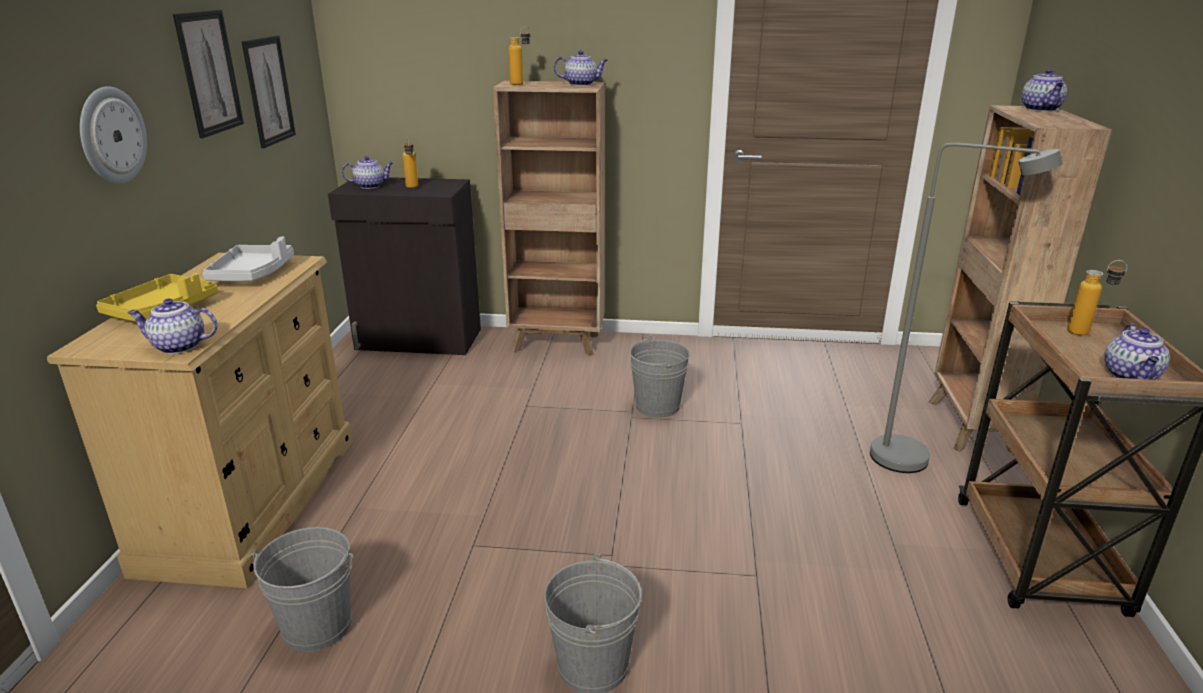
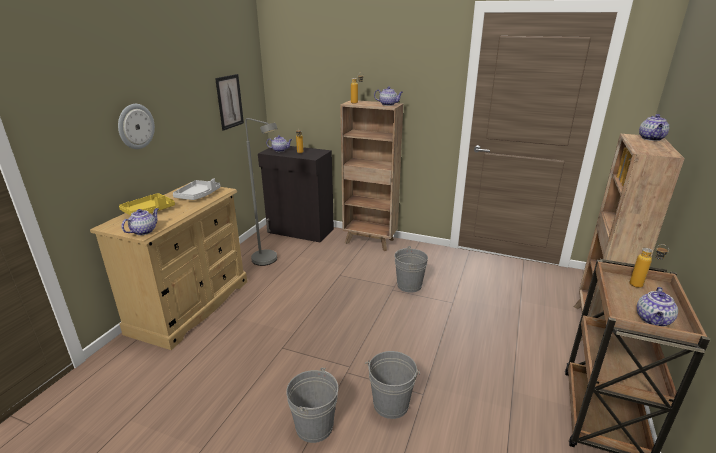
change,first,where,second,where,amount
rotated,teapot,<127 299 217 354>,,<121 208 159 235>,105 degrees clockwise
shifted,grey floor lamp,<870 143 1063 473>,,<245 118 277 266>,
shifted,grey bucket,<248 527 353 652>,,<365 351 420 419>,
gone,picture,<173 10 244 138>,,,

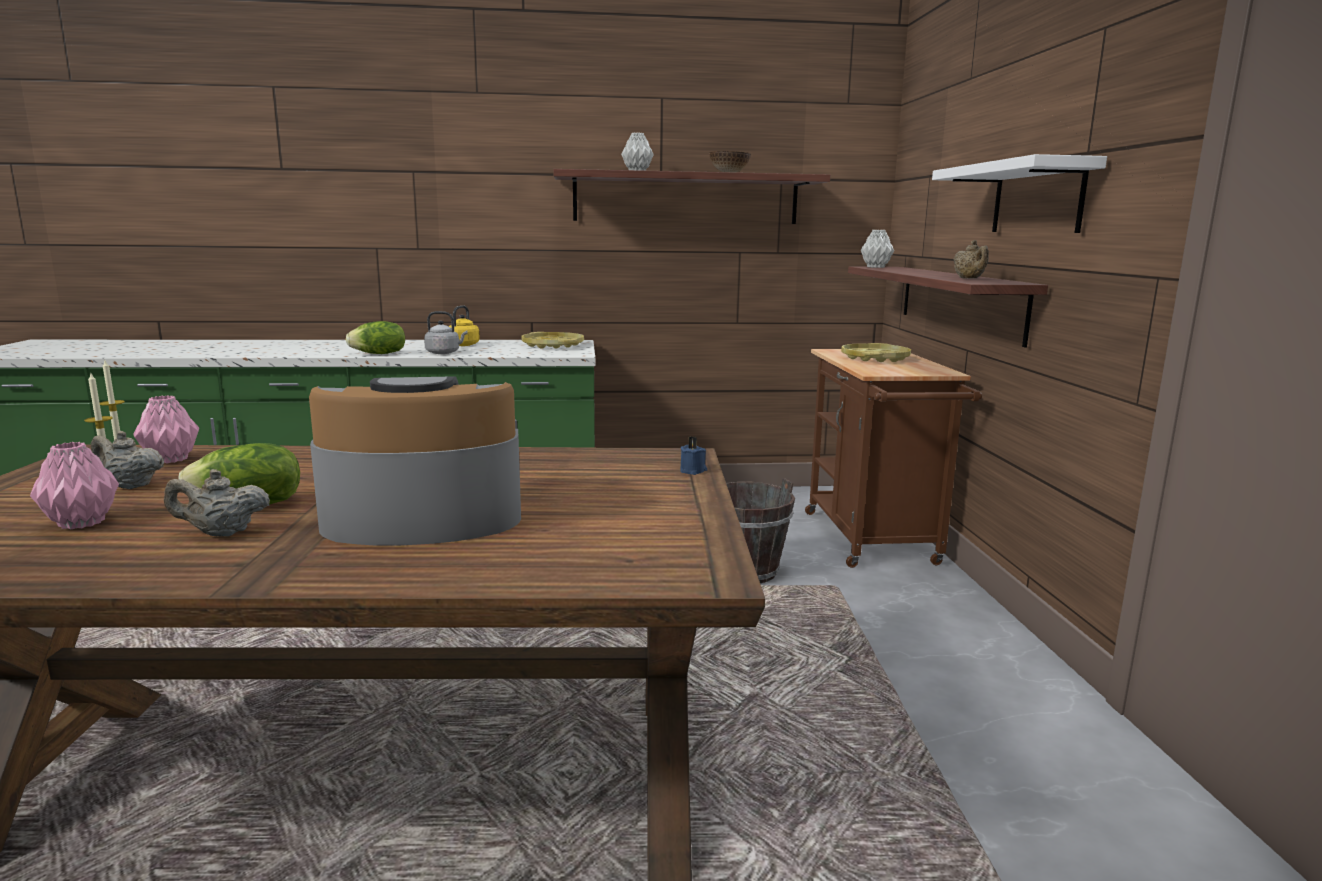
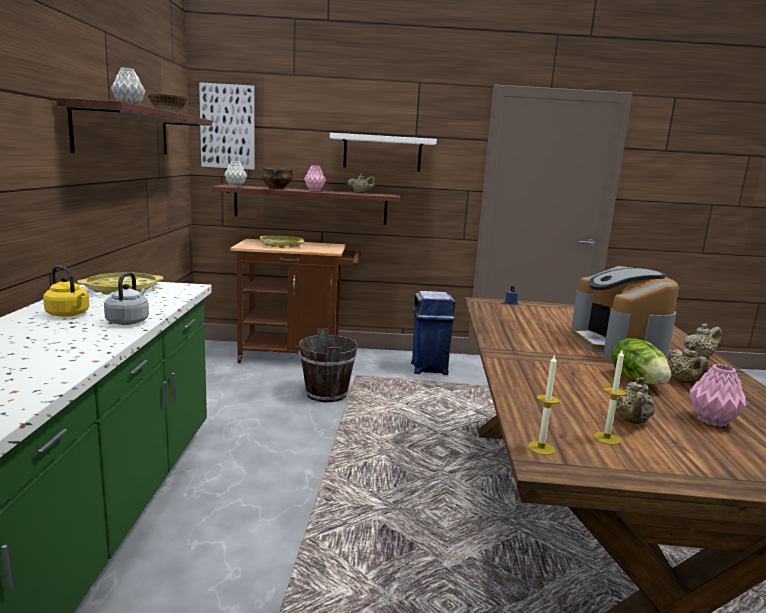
change,first,where,second,where,amount
new,,,picture,<199 82 255 170>,
new,,,bowl,<262 167 293 189>,
shifted,pink vase,<133 395 199 464>,,<304 165 326 191>,
new,,,blue trash can,<411 291 455 375>,
new,,,beige teapot,<684 324 722 357>,
gone,lettuce,<346 321 405 354>,,,

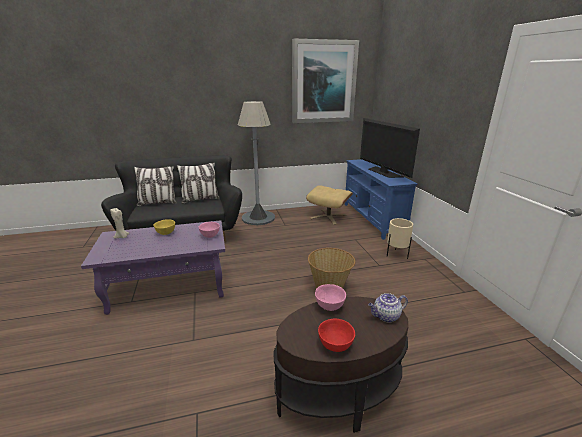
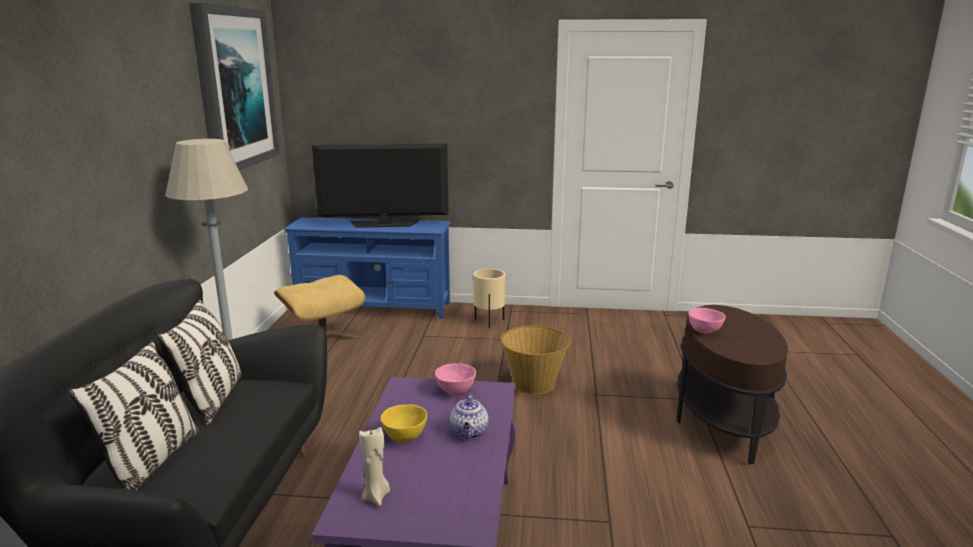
change,first,where,second,where,amount
shifted,teapot,<368 293 408 323>,,<450 393 488 439>,
gone,red bowl,<318 319 355 352>,,,

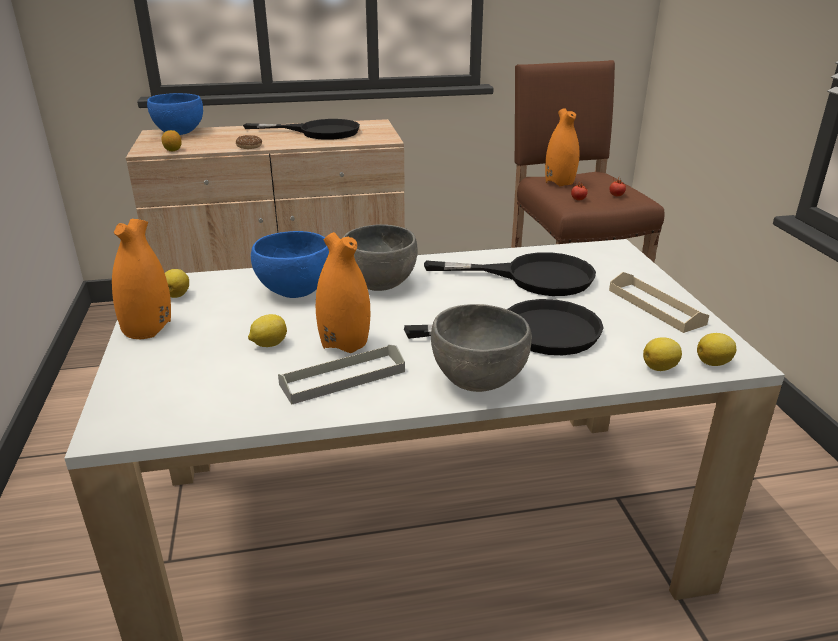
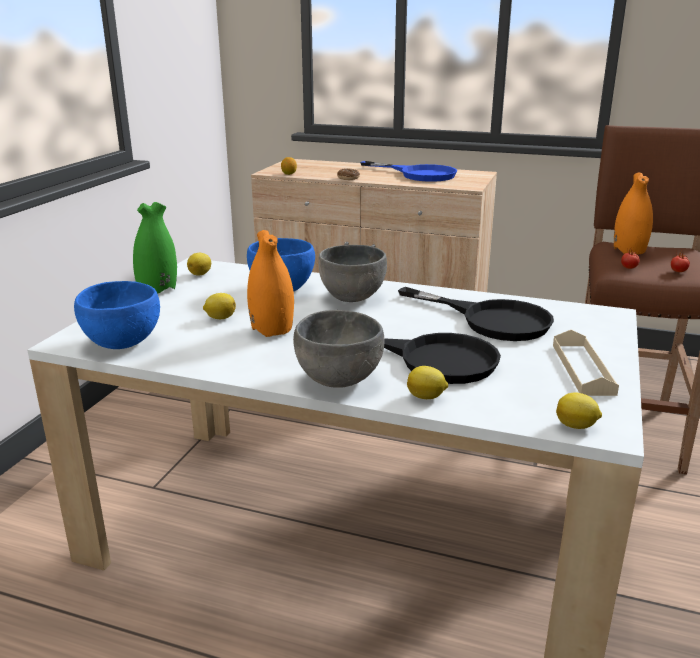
change,first,where,second,where,amount
shifted,blue bowl,<147 93 203 135>,,<74 281 160 349>,
repainted,orange vase,<112 219 171 339>,green vase,<133 202 177 294>,
repainted,black frying pan,<243 119 360 140>,blue frying pan,<360 161 457 182>,
shifted,lemon,<643 337 682 371>,,<407 366 448 399>,
gone,grey tray,<278 345 405 405>,,,

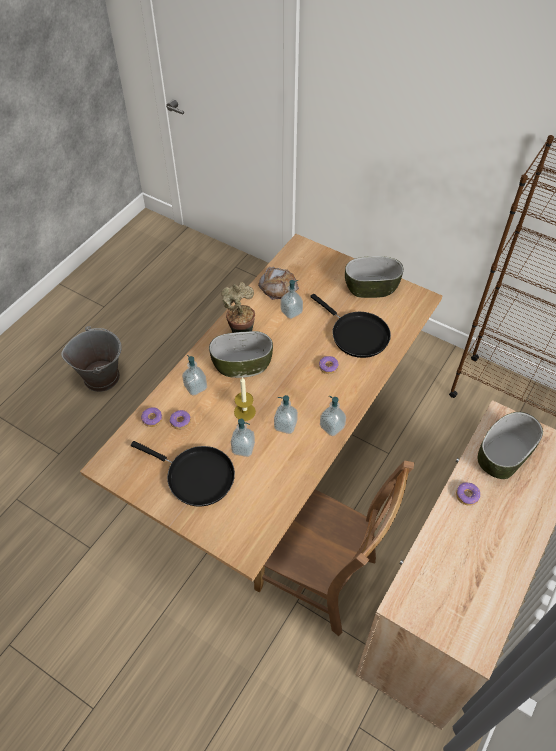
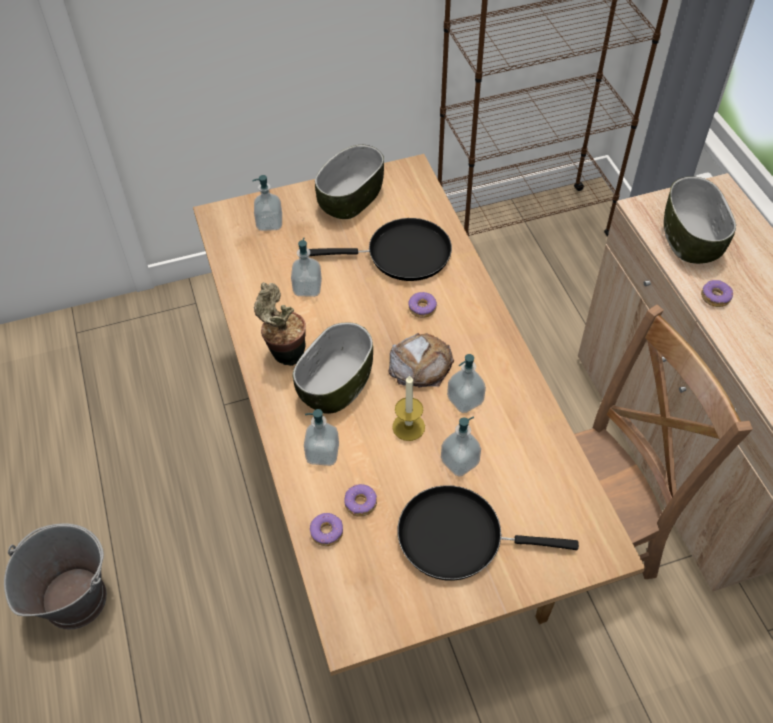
change,first,where,second,where,amount
shifted,soap dispenser,<320 396 346 436>,,<252 175 282 231>,
shifted,bread,<258 267 299 300>,,<389 333 454 387>,
rotated,black frying pan,<131 441 235 507>,,<397 485 579 581>,150 degrees counterclockwise

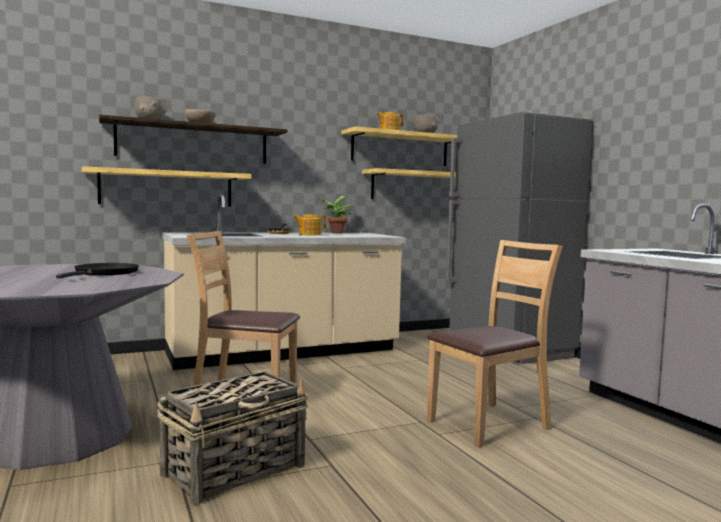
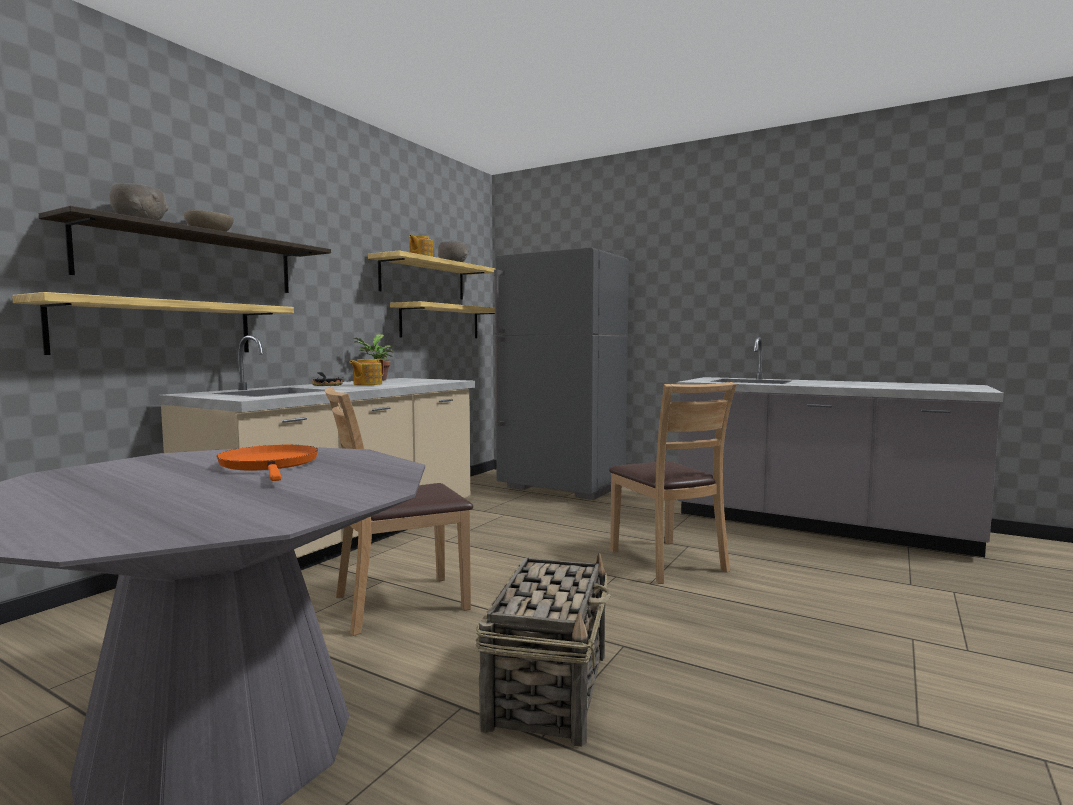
change,first,where,second,where,amount
repainted,black frying pan,<56 263 139 278>,orange frying pan,<216 445 318 481>,
rotated,brown chair,<427 240 563 447>,,<609 382 737 584>,135 degrees clockwise

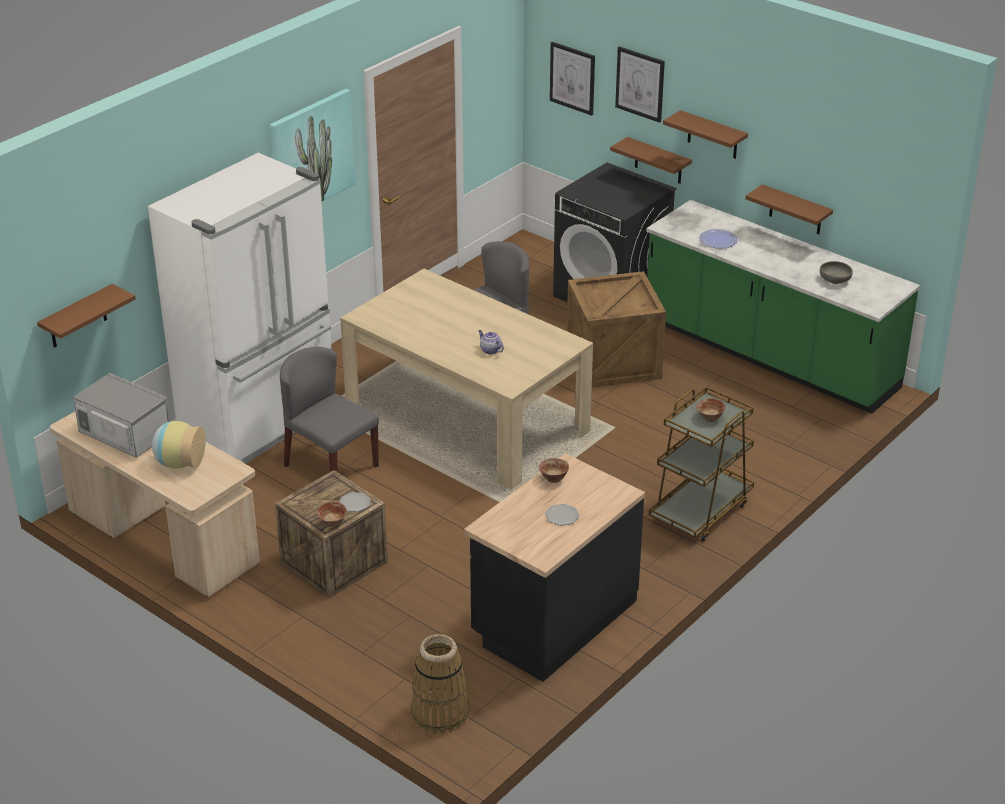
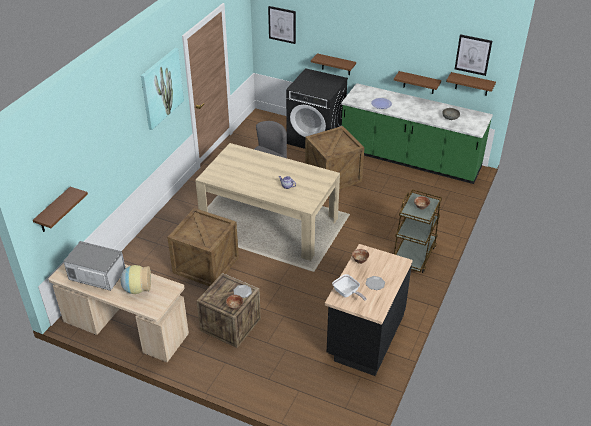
change,first,where,second,where,amount
swapped,grey chair,<280 347 379 472>,crate,<167 208 239 287>,
new,,,frying pan,<332 274 367 301>,
shifted,brown shelf,<663 110 748 159>,,<446 72 496 96>,
shifted,picture,<615 46 665 123>,,<455 34 492 76>,
gone,white fridge,<148 153 332 464>,,,
gone,basket,<411 634 469 734>,,,

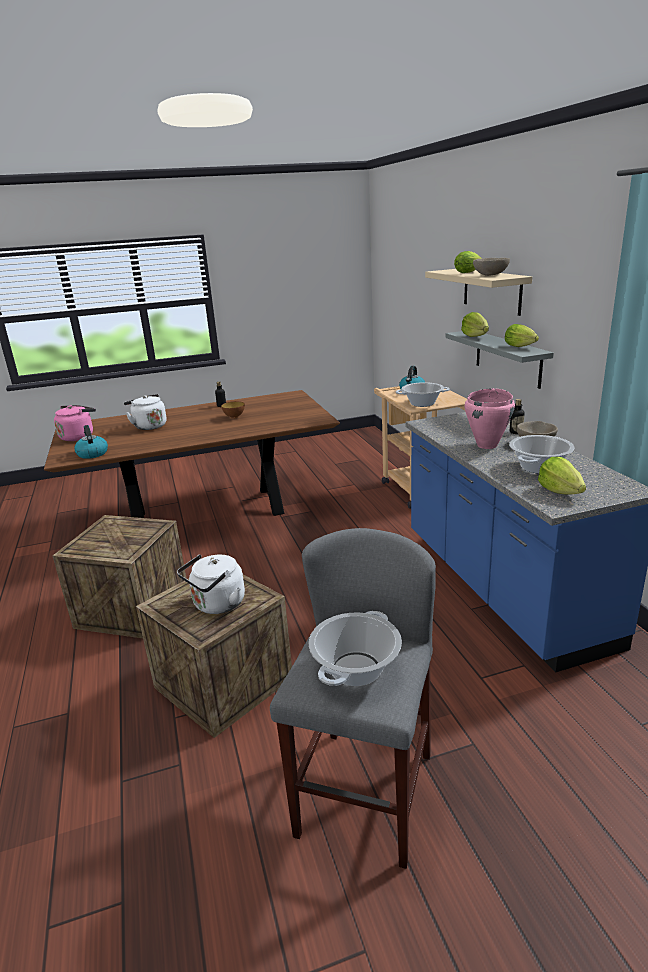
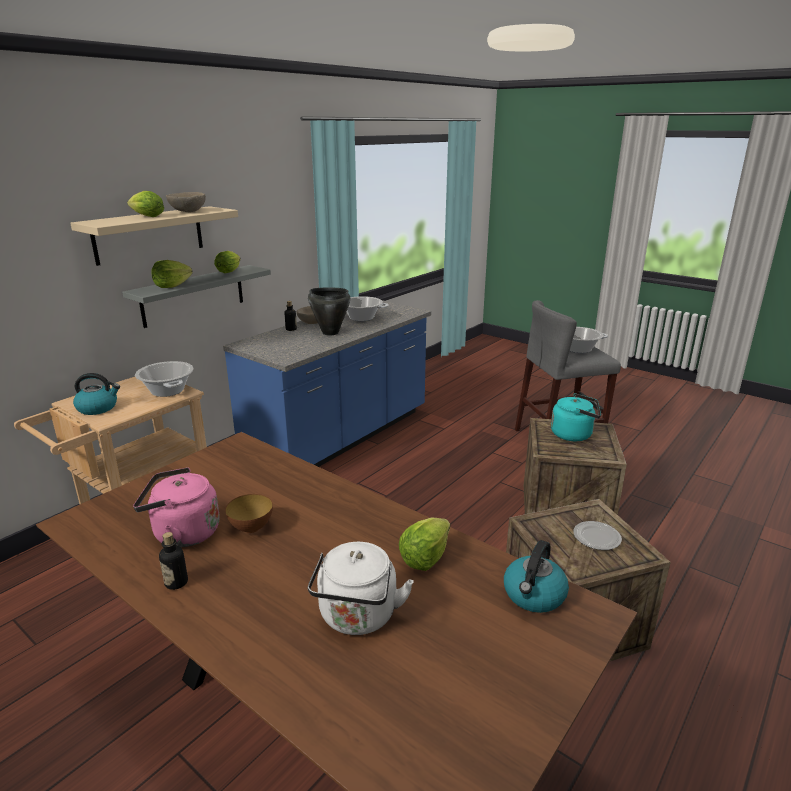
change,first,where,second,where,amount
shifted,pink kettle,<54 405 96 441>,,<133 467 220 547>,
repainted,pink cooking pot,<465 388 515 449>,black cooking pot,<308 288 351 335>,
shifted,lettuce,<538 457 586 495>,,<399 517 450 571>,
repainted,white kettle,<177 554 245 614>,turquoise kettle,<551 393 601 441>,
new,,,plate,<573 521 622 550>,

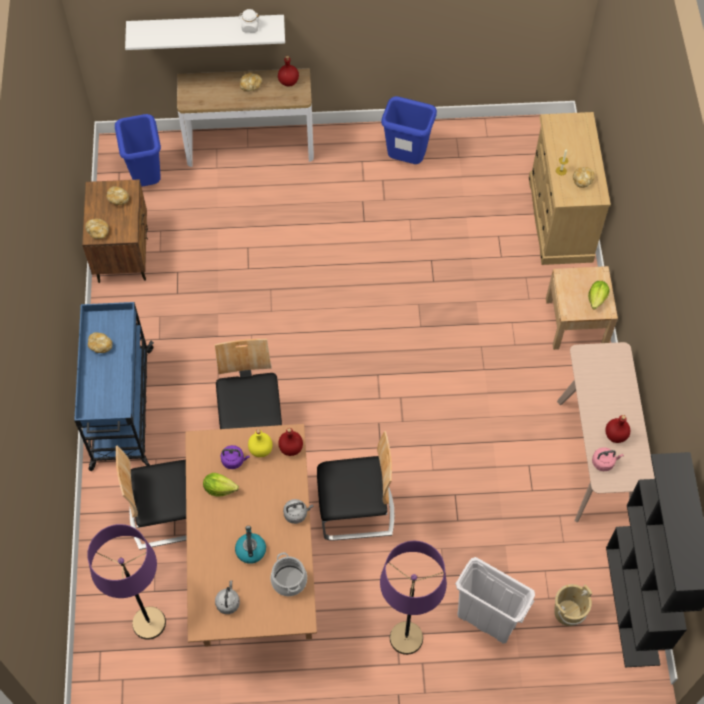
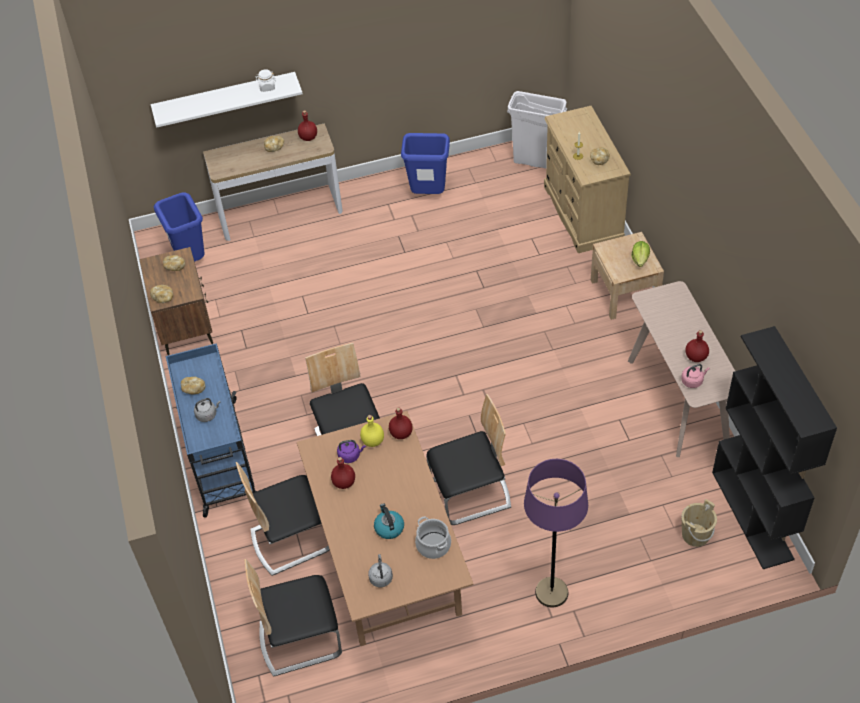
change,first,where,second,where,amount
shifted,grey kettle,<283 499 314 524>,,<194 398 220 422>,
swapped,purple floor lamp,<87 524 166 640>,chair,<245 559 342 677>,
swapped,lettuce,<203 473 239 497>,red bottle,<331 457 355 489>,
shifted,white trash can,<455 557 535 644>,,<507 91 567 168>,

